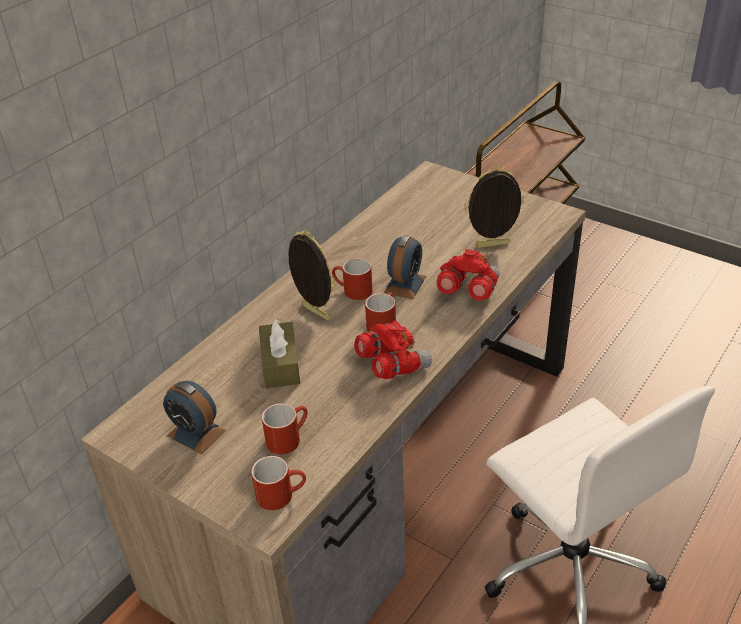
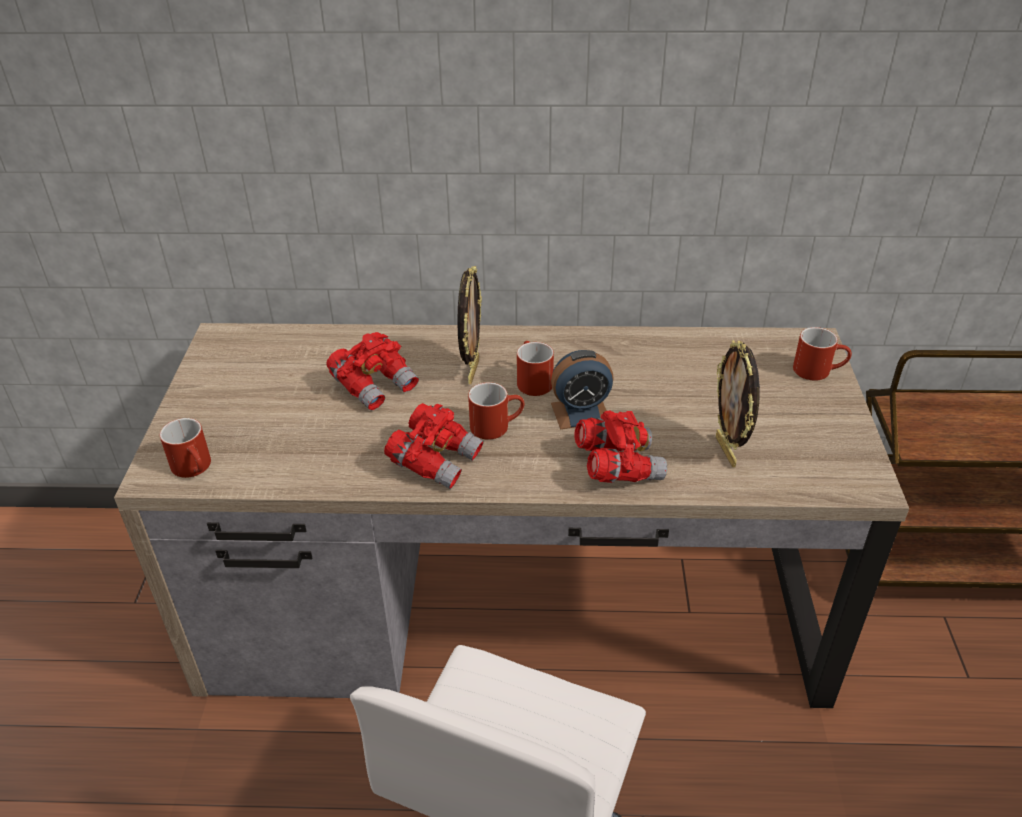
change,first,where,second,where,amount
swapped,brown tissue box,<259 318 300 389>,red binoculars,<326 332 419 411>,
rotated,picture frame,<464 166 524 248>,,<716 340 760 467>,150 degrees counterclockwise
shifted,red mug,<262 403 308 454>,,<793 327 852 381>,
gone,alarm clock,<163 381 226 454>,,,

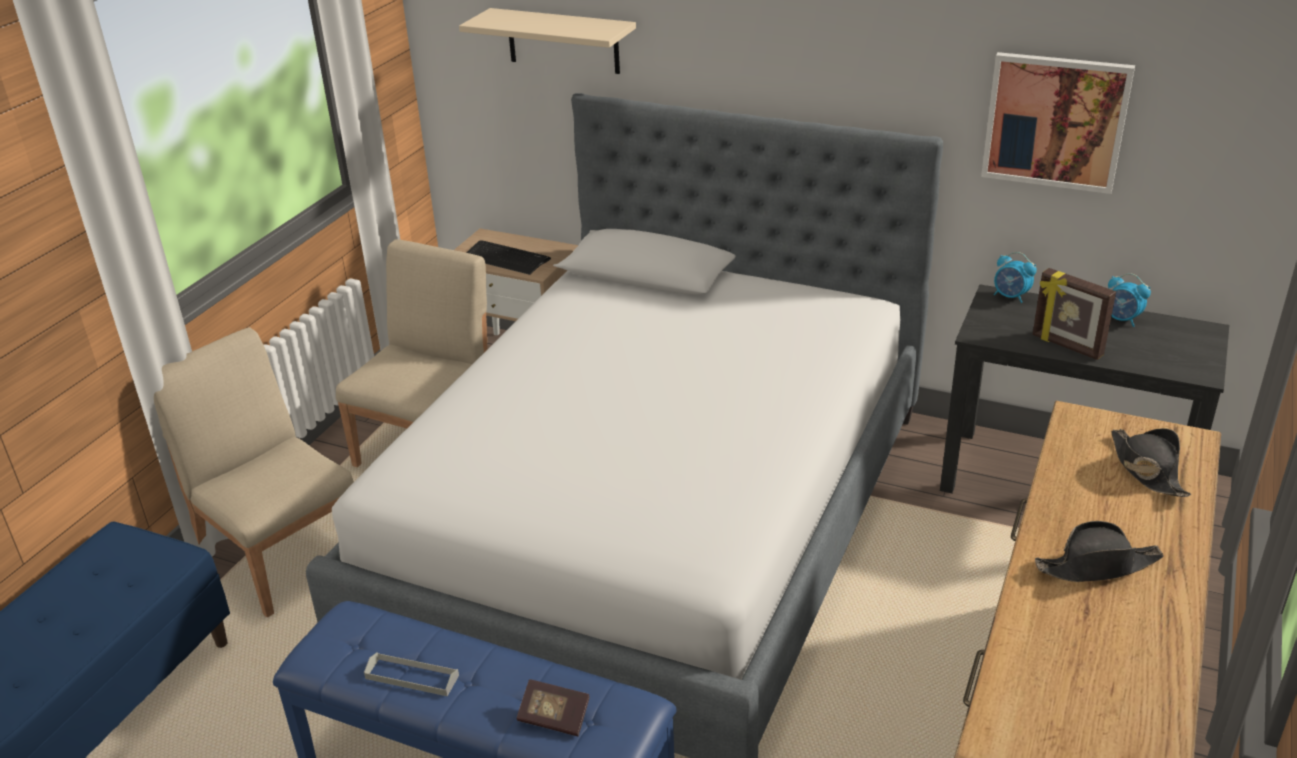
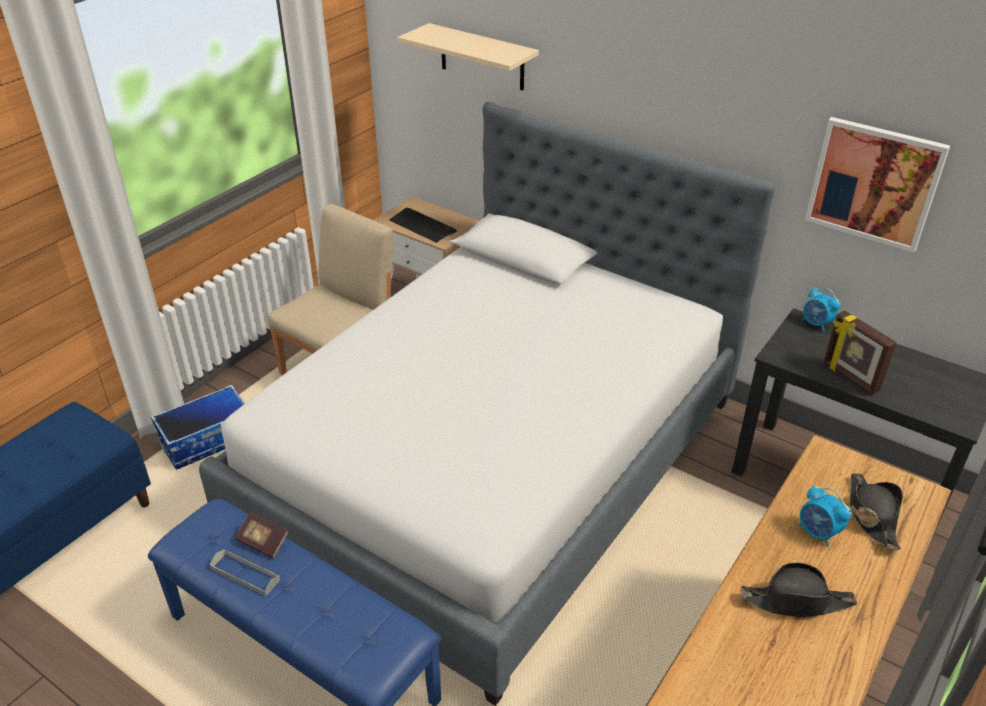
change,first,where,second,where,amount
swapped,beige chair,<154 327 354 617>,storage box,<151 385 245 470>,
shifted,book,<516 679 590 736>,,<235 512 289 559>,
shifted,alarm clock,<1108 273 1151 327>,,<798 485 852 546>,

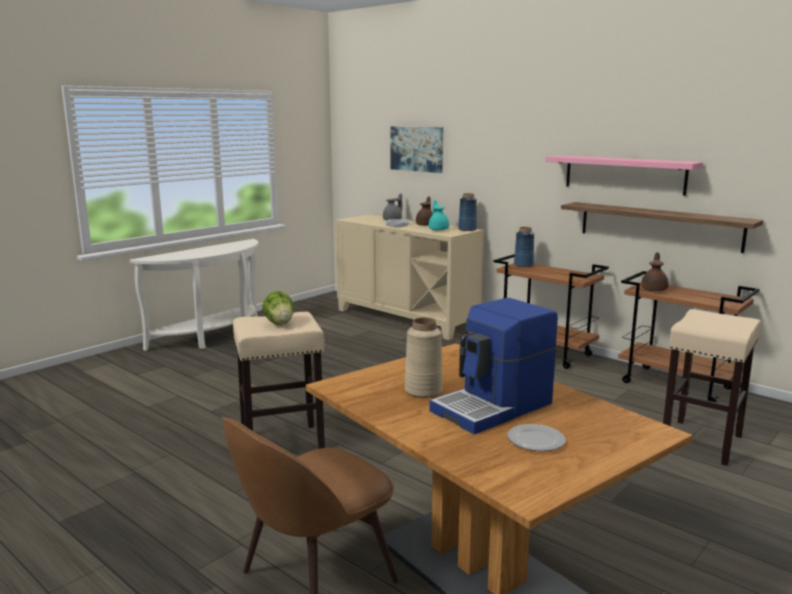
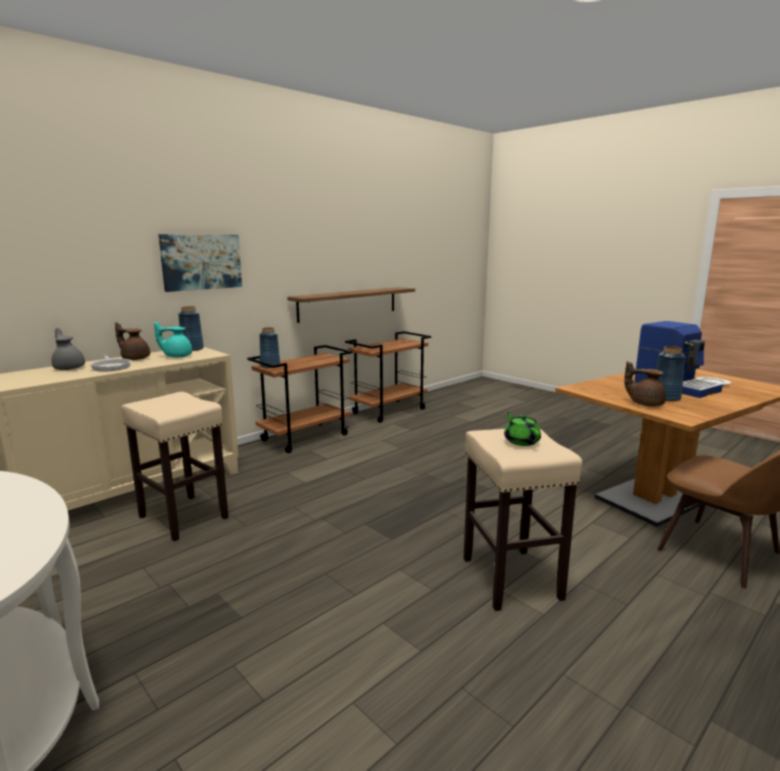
change,first,where,second,where,amount
shifted,beige stool,<663 309 761 466>,,<121 392 228 541>,
shifted,picture,<390 126 443 173>,,<158 234 242 292>,
swapped,lettuce,<262 291 294 325>,green teapot,<504 412 541 446>,
shifted,brown teapot,<641 252 669 291>,,<624 361 666 406>,
repainted,beige vase,<405 318 443 398>,blue vase,<656 346 686 402>,
gone,pink shelf,<545 155 703 196>,,,

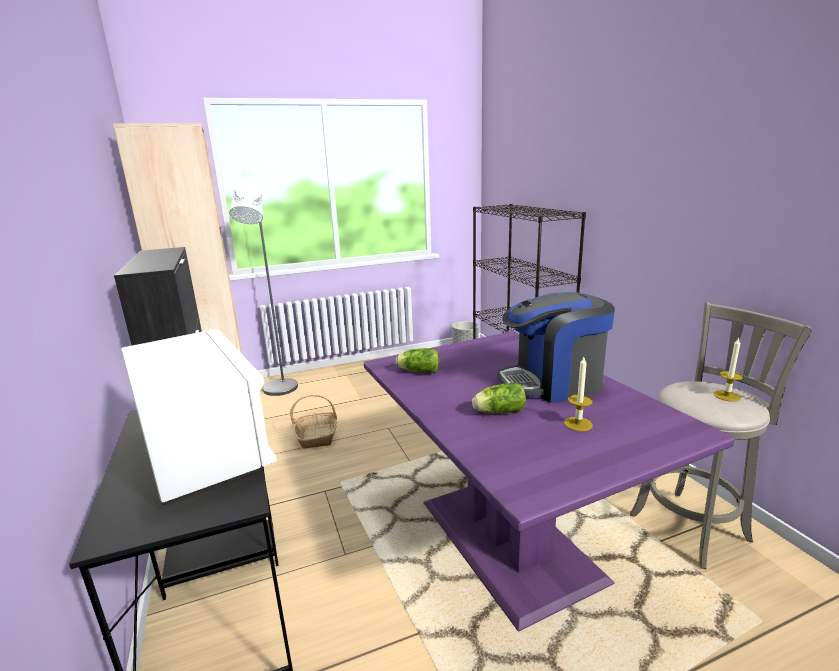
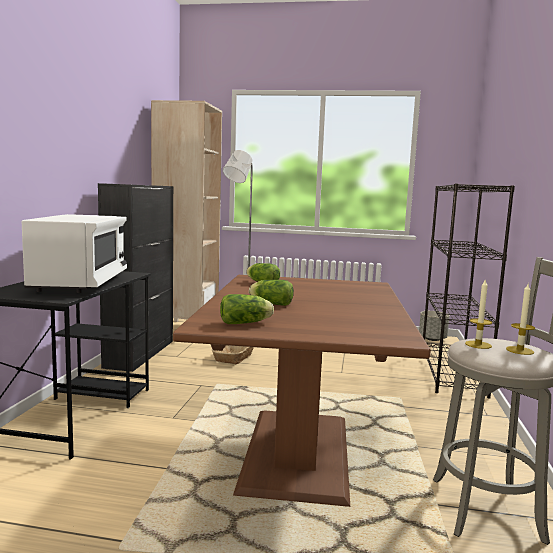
change,first,where,second,where,amount
repainted,purple dining table,<364 331 735 631>,brown dining table,<173 275 431 507>,
new,,,lettuce,<220 294 274 324>,
shifted,candle,<564 357 593 431>,,<465 280 492 349>,
gone,coffee machine,<497 292 615 403>,,,

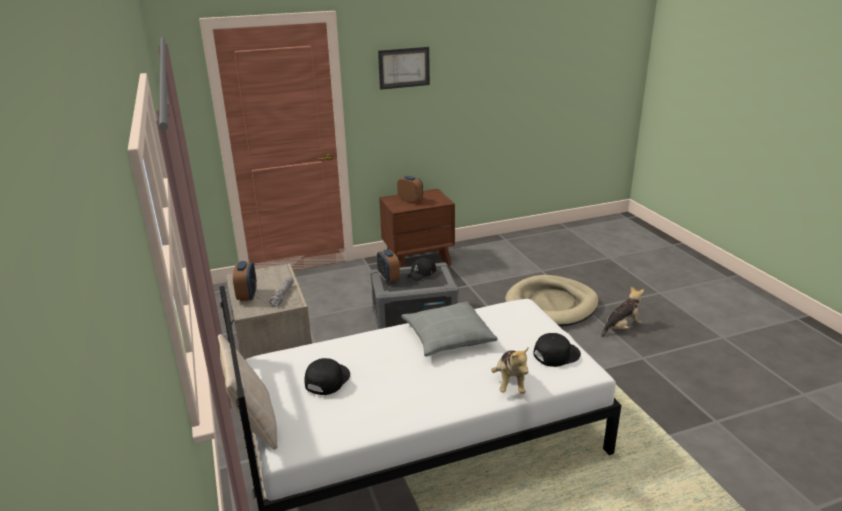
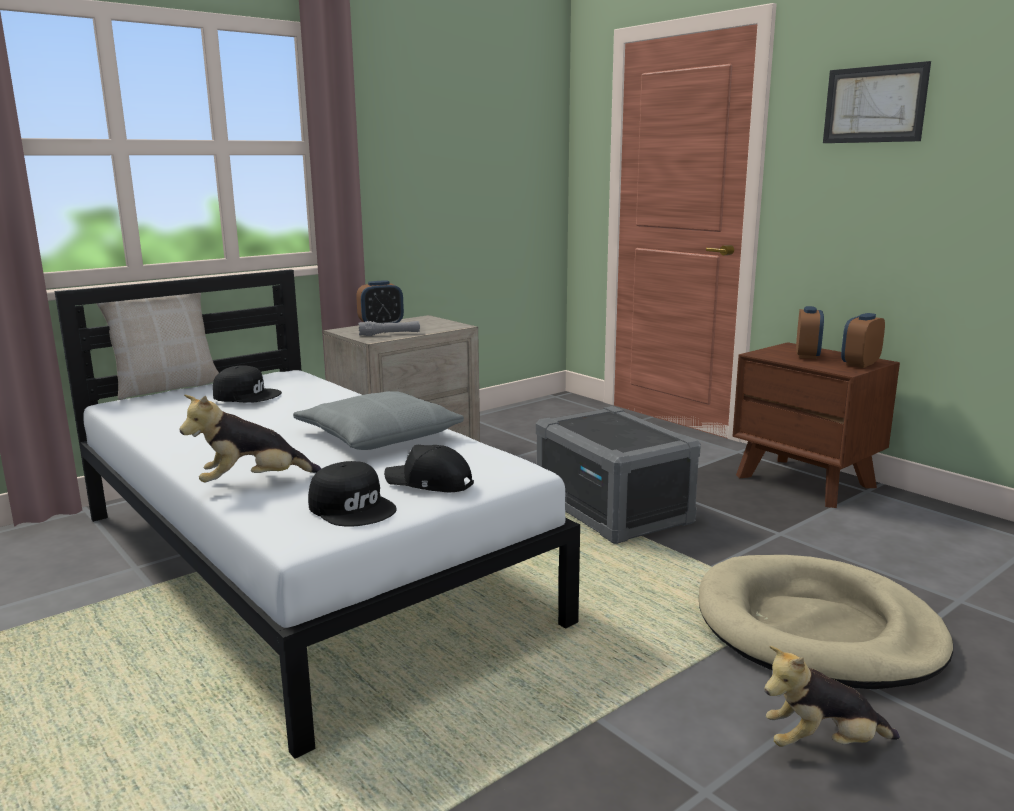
change,first,where,second,where,amount
shifted,black cap,<407 258 436 281>,,<384 445 474 492>,
rotated,plush toy,<601 286 644 337>,,<764 646 900 747>,135 degrees clockwise
shifted,alarm clock,<377 249 400 283>,,<841 313 885 368>,

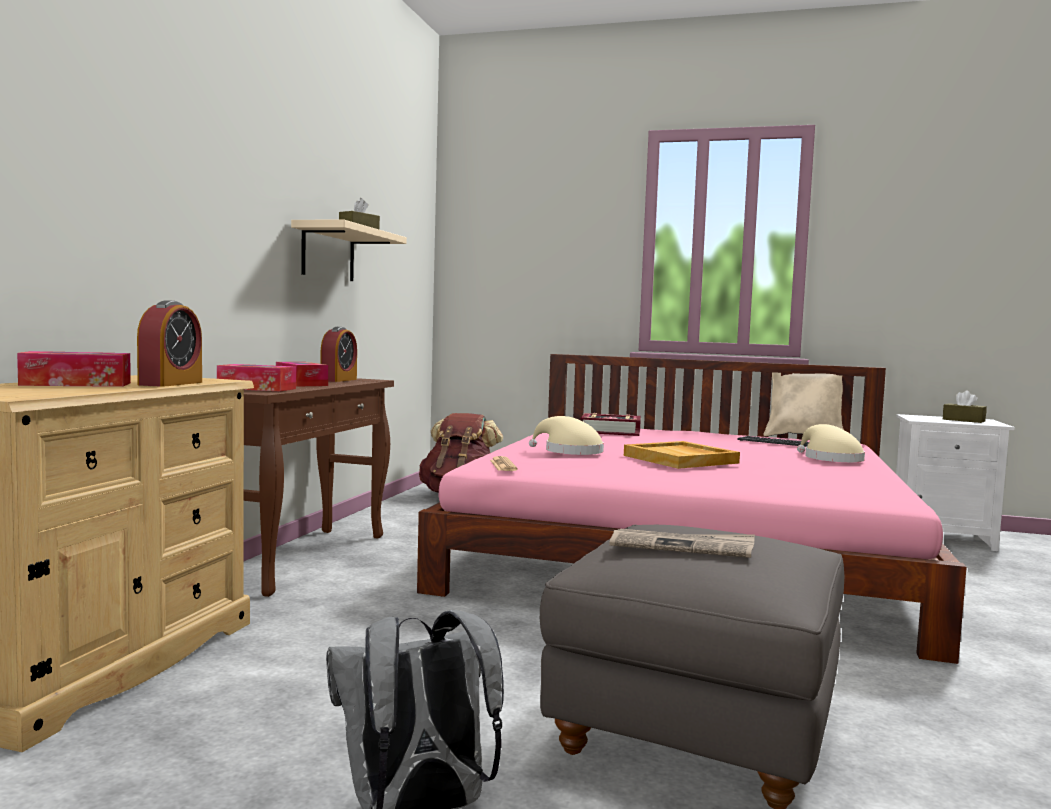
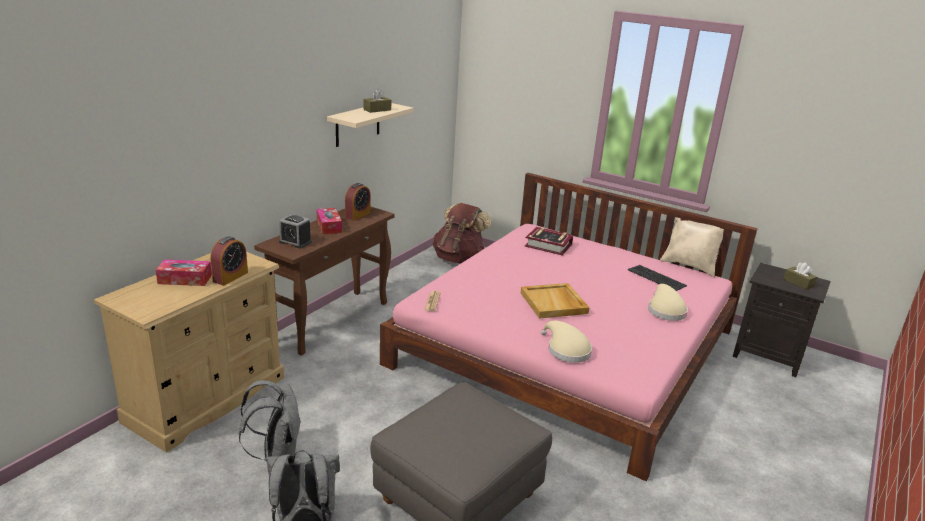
change,first,where,second,where,amount
new,,,grey backpack,<239 380 301 462>,
swapped,tissue box,<217 364 296 392>,alarm clock,<279 214 312 249>,
shifted,beige hat,<529 416 604 455>,,<541 321 592 363>,
repainted,white nightstand,<896 414 1015 551>,black nightstand,<733 263 831 377>,
gone,newspaper,<609 529 755 558>,,,

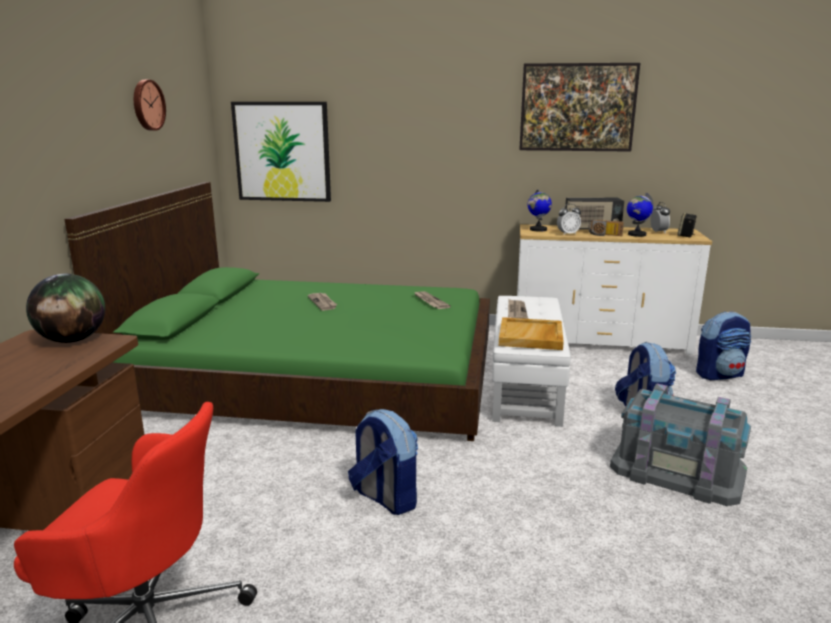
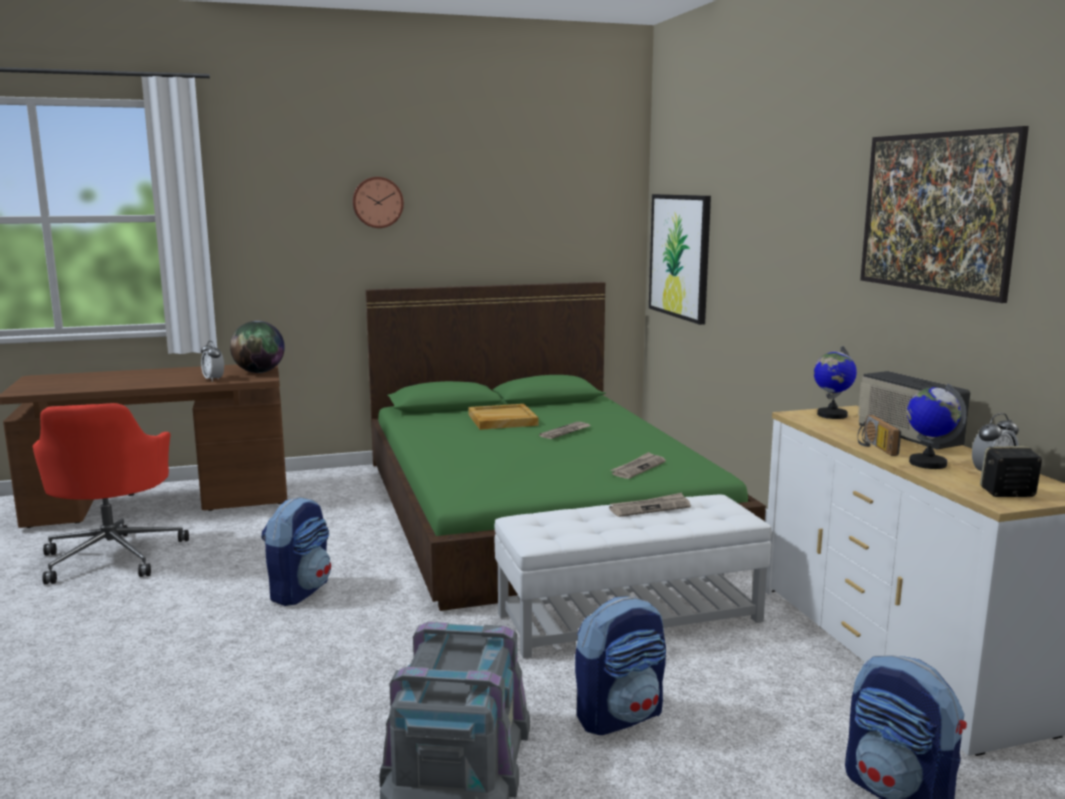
change,first,where,second,where,amount
shifted,alarm clock,<557 204 581 235>,,<201 341 224 382>,
shifted,wall clock,<134 80 166 131>,,<352 177 404 228>,
shifted,beige tray,<499 317 564 350>,,<468 404 538 430>,

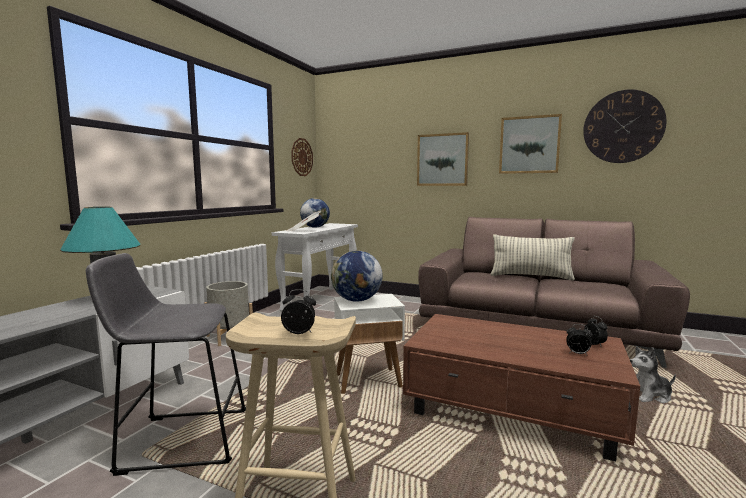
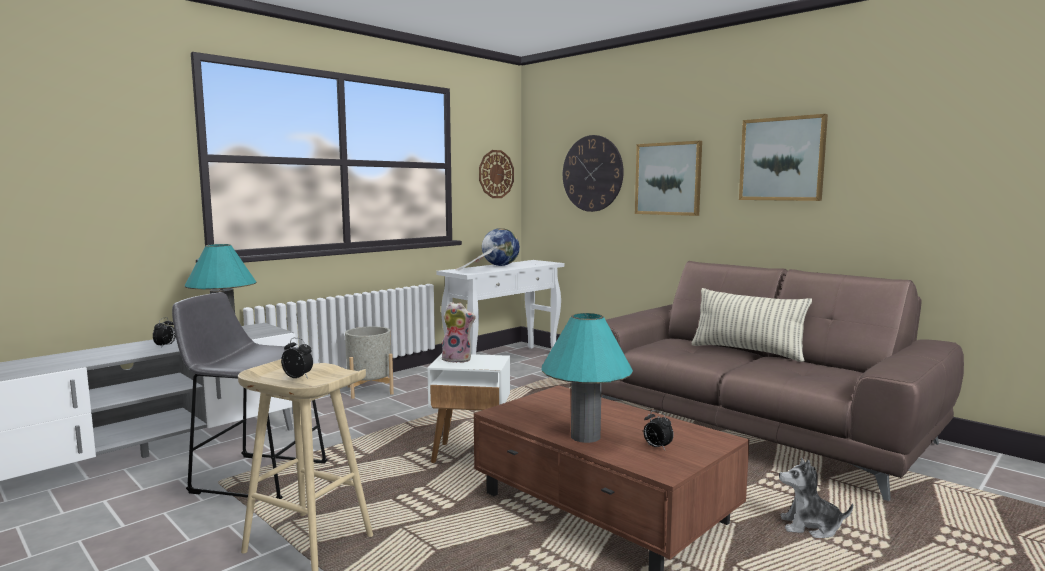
change,first,where,second,where,amount
shifted,alarm clock,<584 316 608 348>,,<153 317 176 348>,
swapped,globe,<331 251 383 302>,plush toy,<442 302 476 363>,
new,,,turquoise table lamp,<542 313 633 443>,
shifted,wall clock,<583 89 667 163>,,<563 135 624 212>,

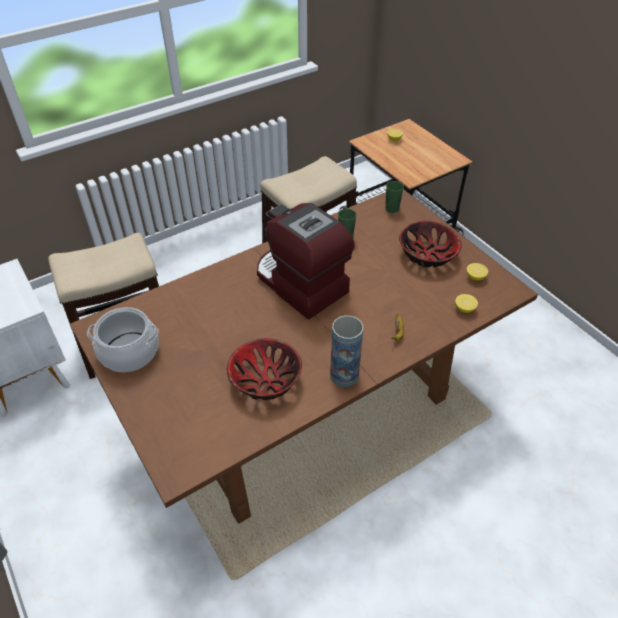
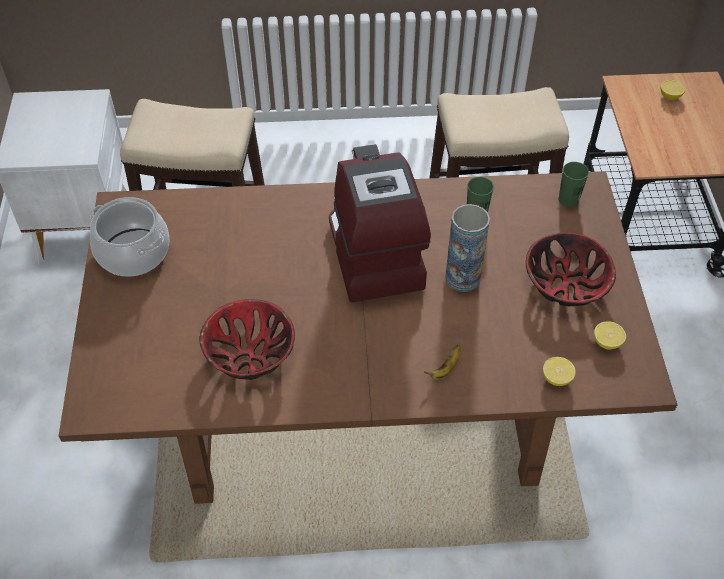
change,first,where,second,where,amount
shifted,vase,<330 315 364 387>,,<445 204 490 292>,

